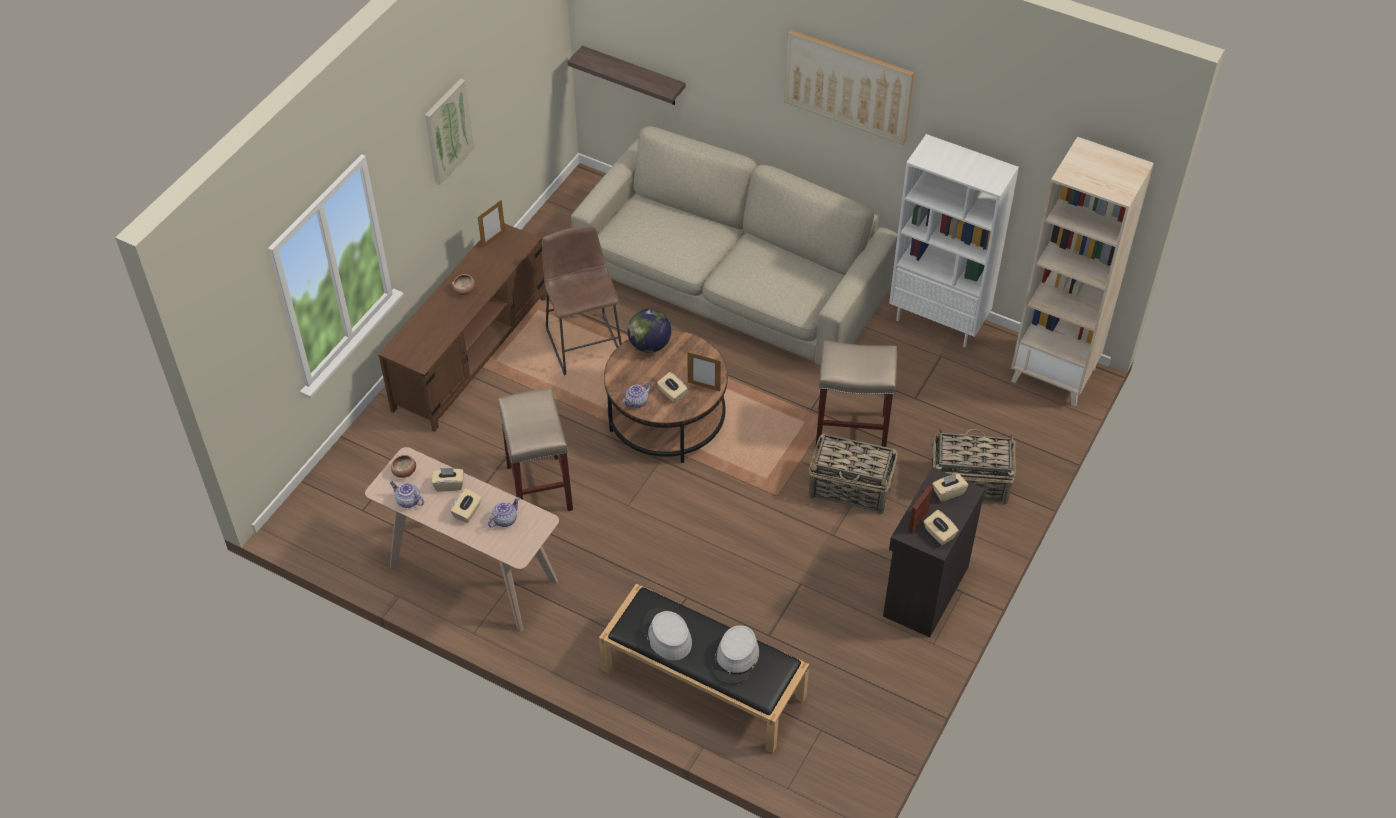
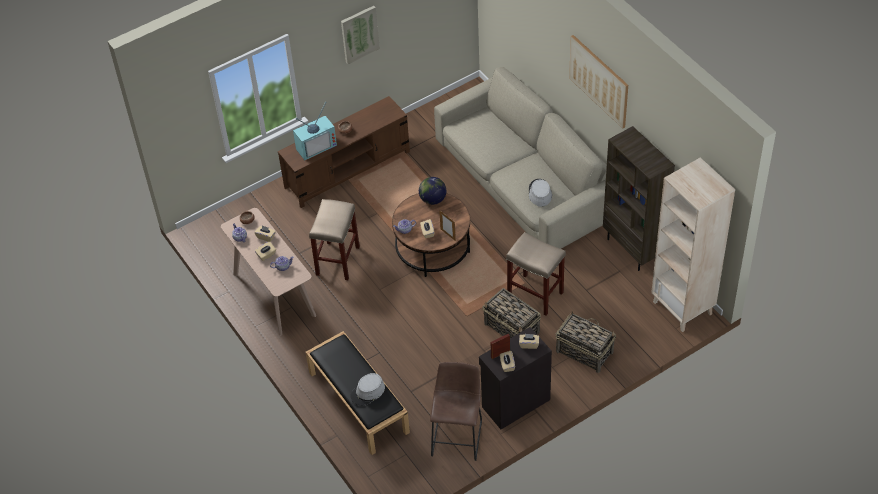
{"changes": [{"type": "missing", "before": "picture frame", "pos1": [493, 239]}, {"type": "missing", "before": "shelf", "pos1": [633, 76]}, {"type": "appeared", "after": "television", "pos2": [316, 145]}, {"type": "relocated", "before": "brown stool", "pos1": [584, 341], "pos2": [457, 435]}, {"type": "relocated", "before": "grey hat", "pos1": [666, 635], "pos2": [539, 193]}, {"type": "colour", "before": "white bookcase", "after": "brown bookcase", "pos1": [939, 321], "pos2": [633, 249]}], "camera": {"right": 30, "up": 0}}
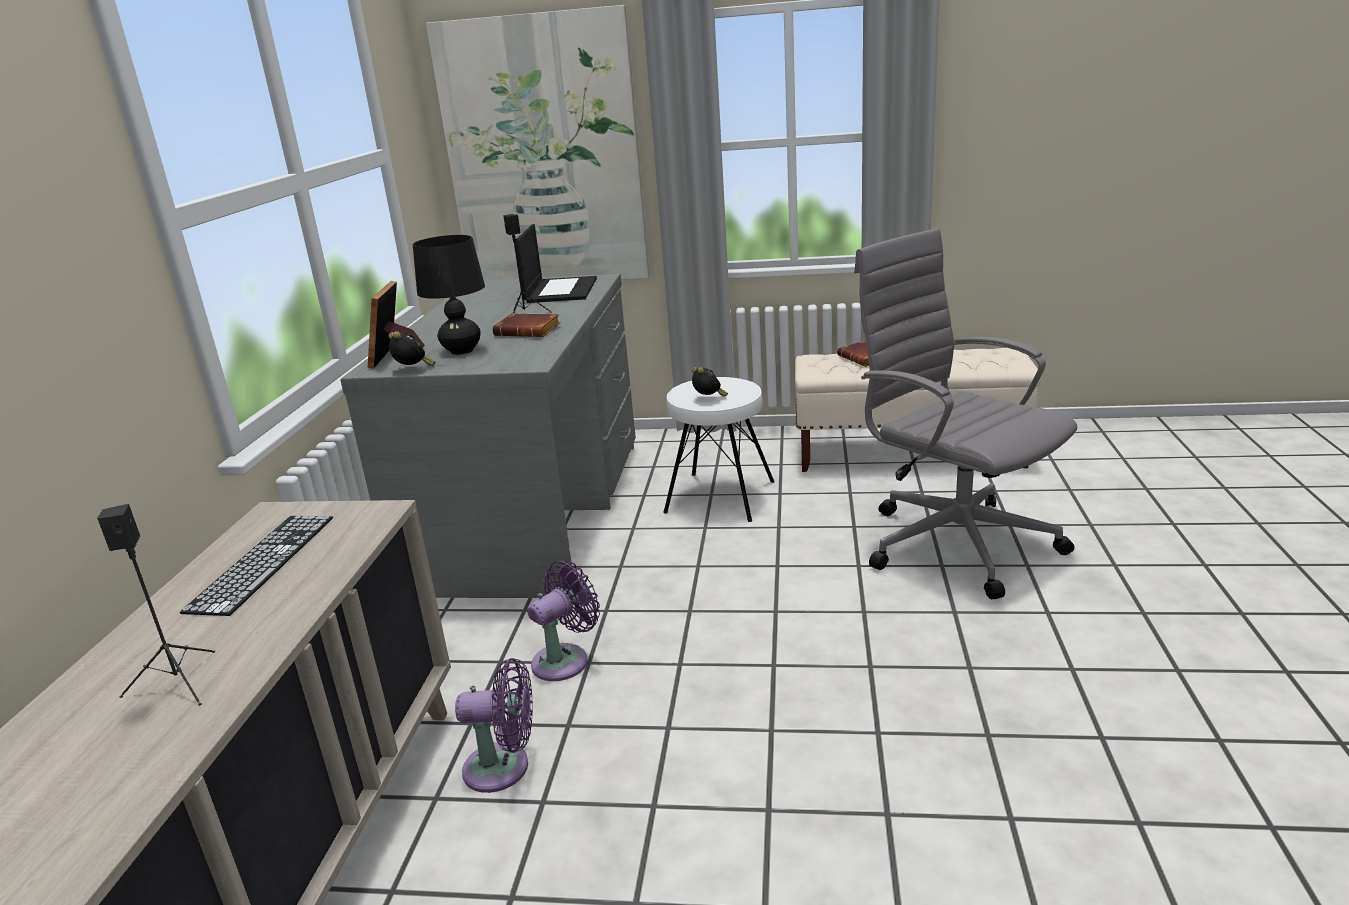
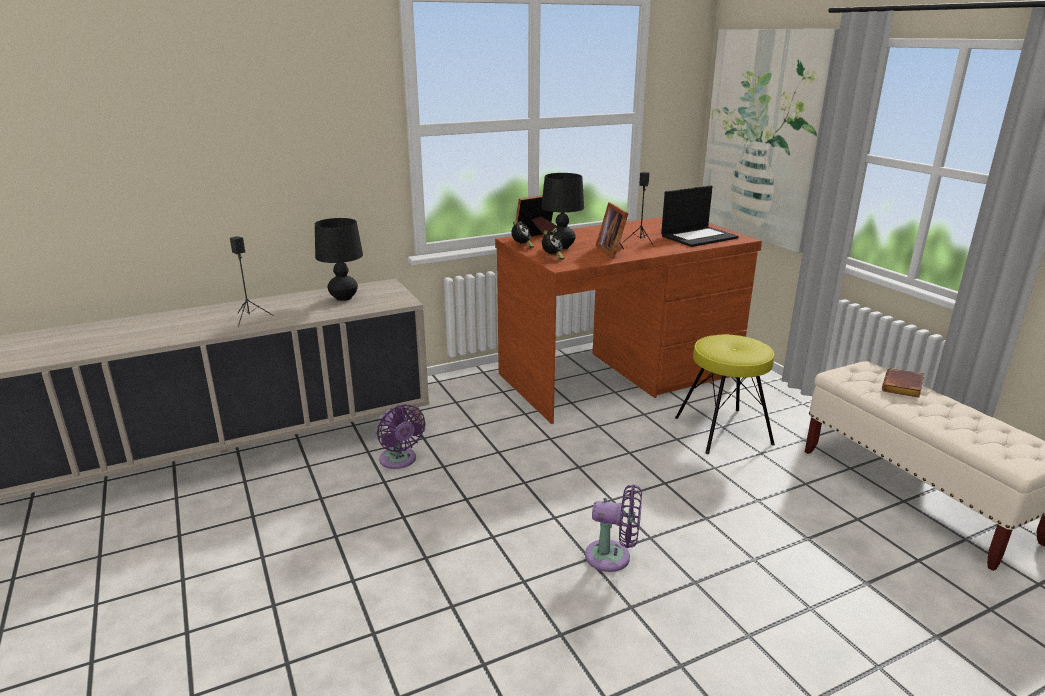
{"changes": [{"type": "missing", "before": "grey office chair", "pos1": [954, 542]}, {"type": "relocated", "before": "purple fan", "pos1": [565, 660], "pos2": [613, 557]}, {"type": "relocated", "before": "alarm clock", "pos1": [709, 399], "pos2": [552, 257]}, {"type": "exchanged", "before": "keyboard", "after": "black table lamp", "pos1": [263, 562], "pos2": [343, 298]}, {"type": "exchanged", "before": "brown book", "after": "picture frame", "pos1": [529, 331], "pos2": [613, 251]}, {"type": "colour", "before": "grey desk", "after": "brown desk", "pos1": [533, 512], "pos2": [620, 376]}, {"type": "colour", "before": "white stool", "after": "yellow stool", "pos1": [720, 497], "pos2": [722, 431]}], "camera": {"right": 55, "up": 0}}
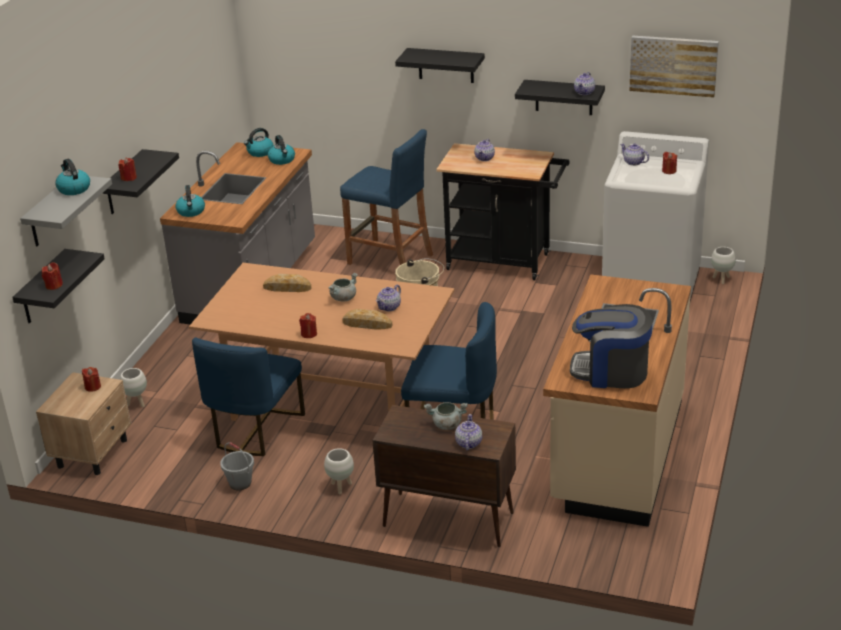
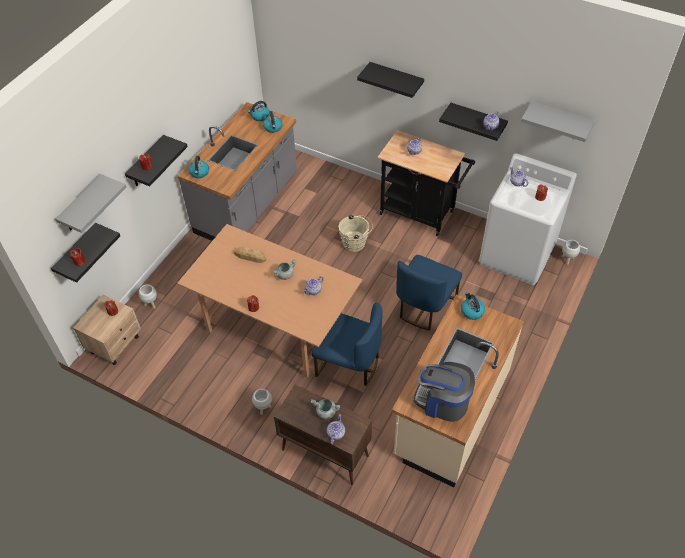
{"changes": [{"type": "missing", "before": "grey bucket", "pos1": [240, 483]}, {"type": "missing", "before": "blue stool", "pos1": [390, 259]}, {"type": "missing", "before": "bread", "pos1": [367, 324]}, {"type": "relocated", "before": "kettle", "pos1": [73, 189], "pos2": [471, 311]}, {"type": "relocated", "before": "blue chair", "pos1": [255, 430], "pos2": [424, 307]}, {"type": "exchanged", "before": "picture", "after": "grey shelf", "pos1": [673, 65], "pos2": [560, 120]}], "camera": {"right": 10, "up": 20}}
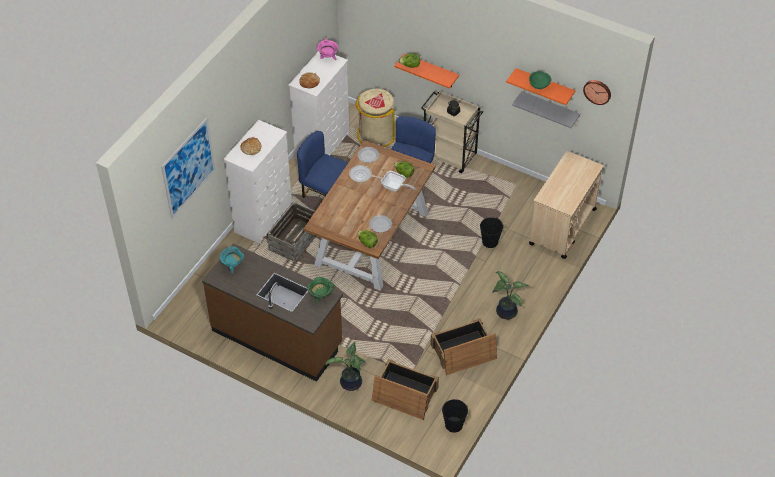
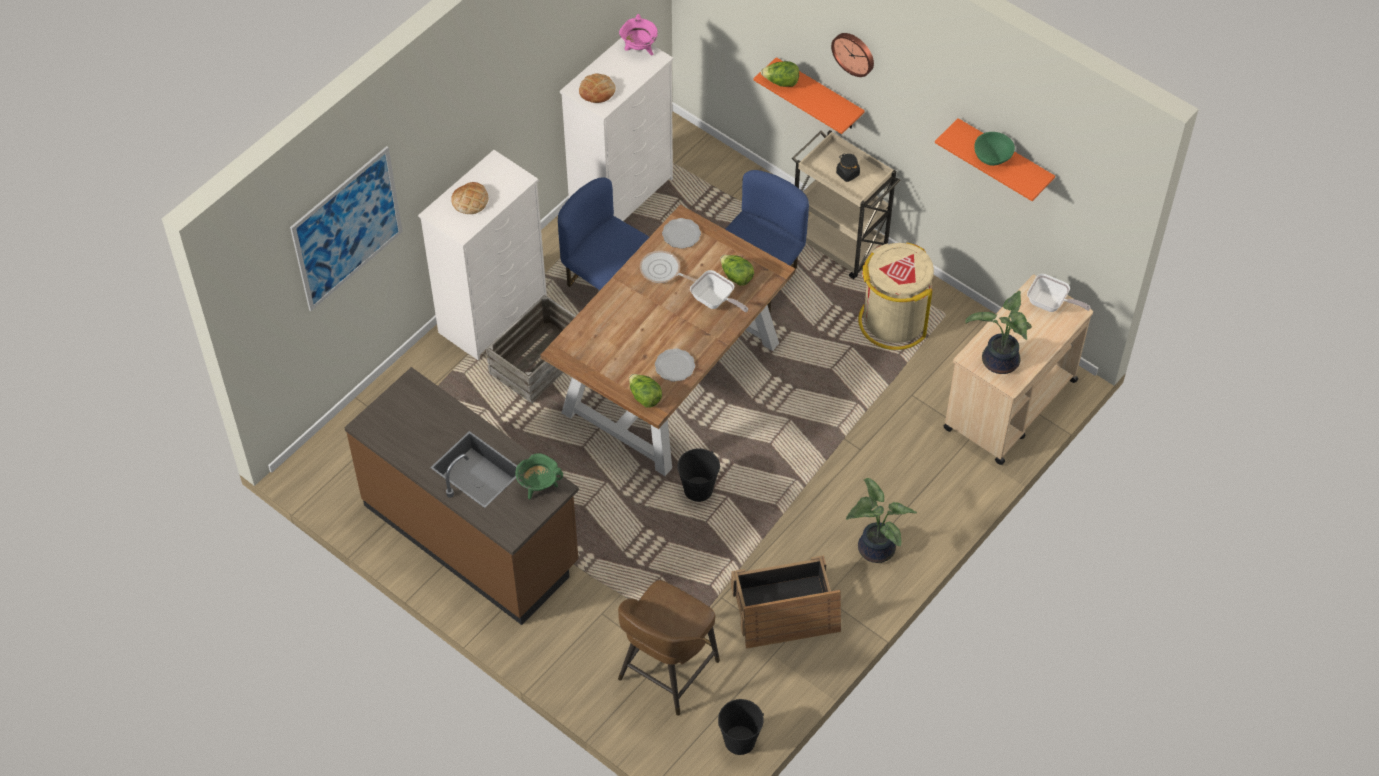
{"changes": [{"type": "missing", "before": "turquoise cooking pot", "pos1": [232, 266]}, {"type": "missing", "before": "grey shelf", "pos1": [549, 109]}, {"type": "appeared", "after": "frying pan", "pos2": [1050, 304]}, {"type": "relocated", "before": "potted plant", "pos1": [350, 384], "pos2": [999, 363]}, {"type": "relocated", "before": "beige trash can", "pos1": [375, 134], "pos2": [893, 321]}, {"type": "relocated", "before": "black bucket", "pos1": [489, 241], "pos2": [698, 490]}, {"type": "relocated", "before": "wall clock", "pos1": [597, 91], "pos2": [854, 53]}, {"type": "exchanged", "before": "crate", "after": "brown stool", "pos1": [404, 394], "pos2": [666, 672]}], "camera": {"right": 10, "up": 5}}
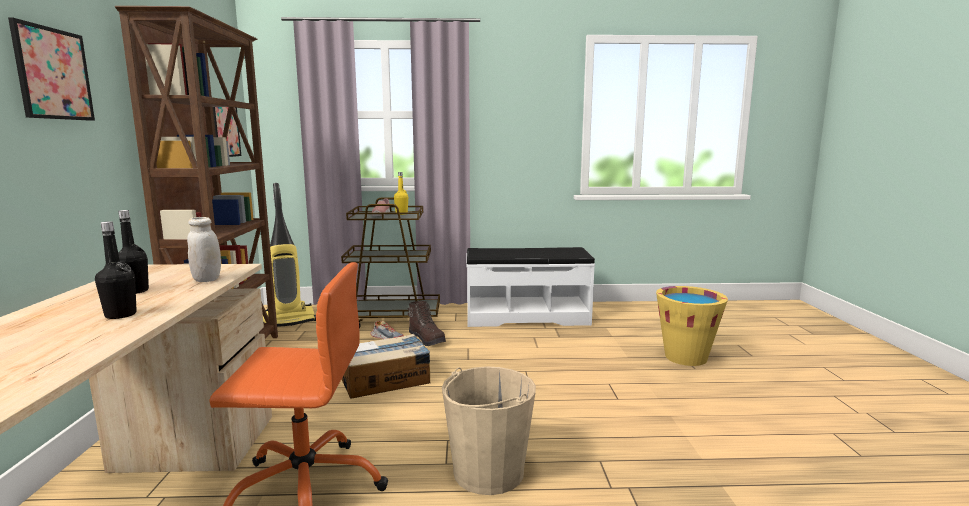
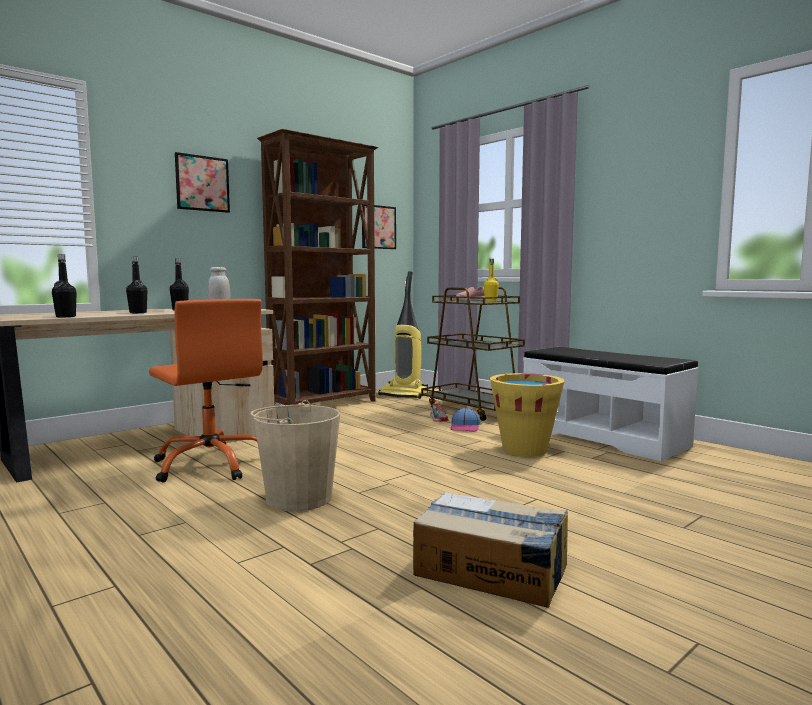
{"changes": [{"type": "appeared", "after": "black bottle", "pos2": [66, 316]}, {"type": "relocated", "before": "cardboard box", "pos1": [385, 380], "pos2": [491, 570]}, {"type": "relocated", "before": "yellow bucket", "pos1": [685, 357], "pos2": [524, 450]}, {"type": "exchanged", "before": "brown boot", "after": "cap", "pos1": [427, 339], "pos2": [465, 427]}], "camera": {"right": 50, "up": -5}}
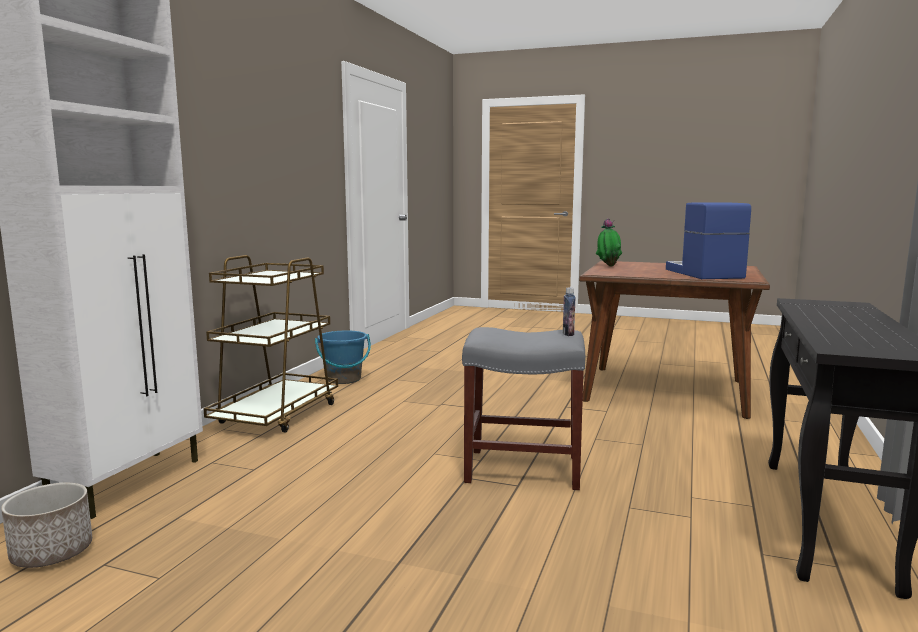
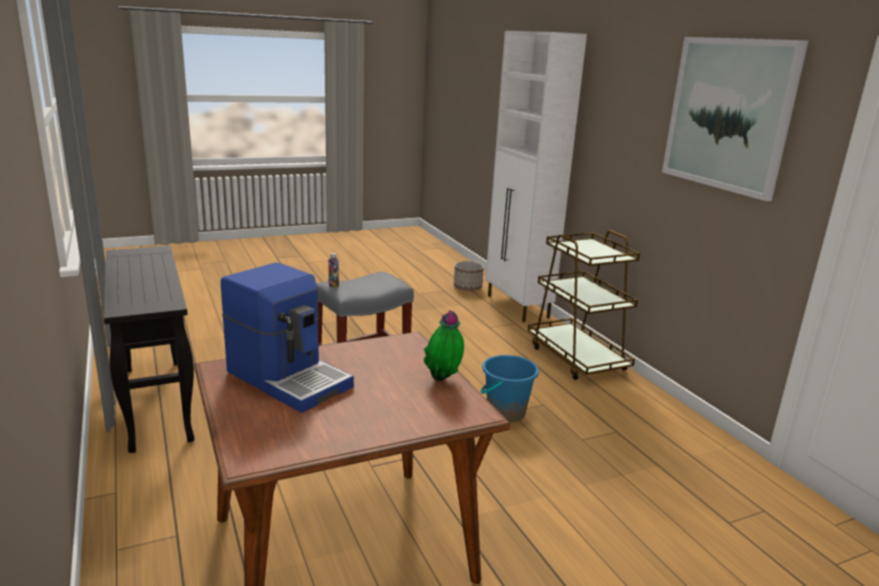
{"changes": [{"type": "appeared", "after": "picture", "pos2": [728, 114]}, {"type": "relocated", "before": "blue bucket", "pos1": [344, 379], "pos2": [505, 412]}], "camera": {"right": 135, "up": 10}}
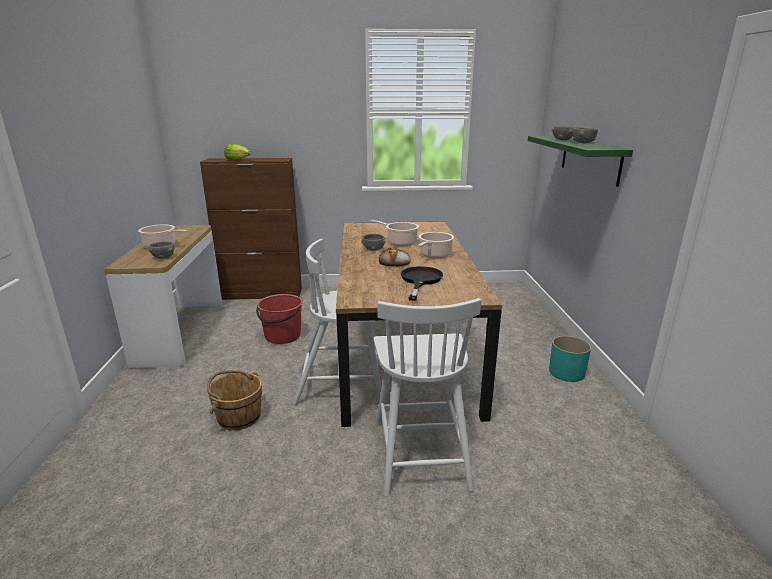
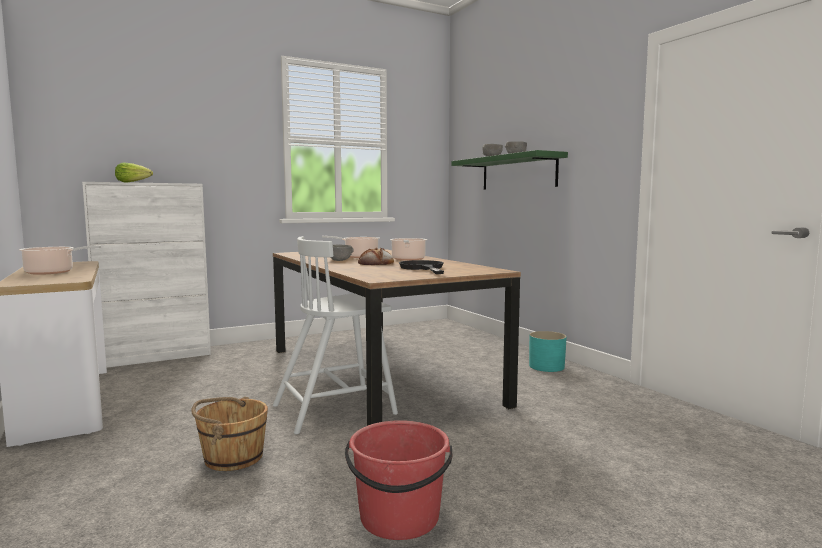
{"changes": [{"type": "missing", "before": "grey bowl", "pos1": [163, 257]}, {"type": "missing", "before": "white chair", "pos1": [420, 452]}, {"type": "relocated", "before": "red bucket", "pos1": [282, 336], "pos2": [399, 518]}, {"type": "colour", "before": "brown cabinet", "after": "white cabinet", "pos1": [262, 294], "pos2": [156, 357]}], "camera": {"right": -25, "up": -15}}
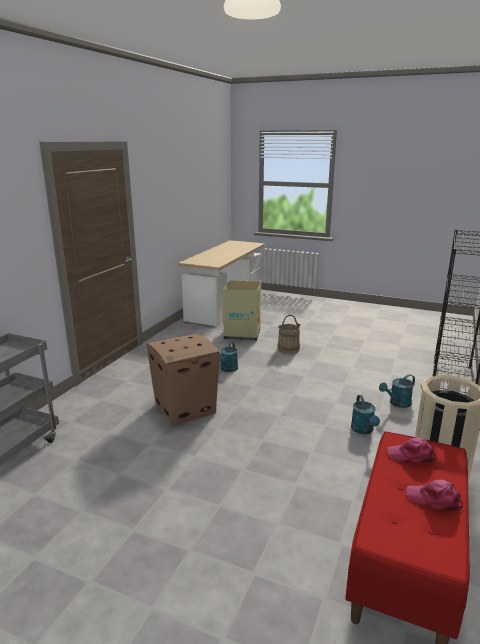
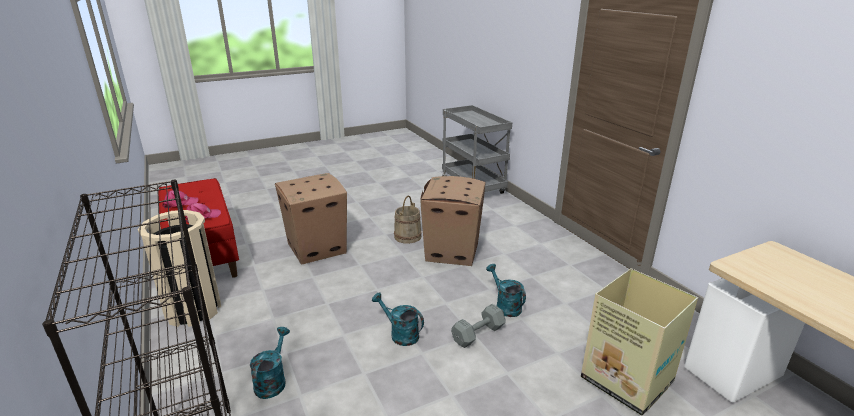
{"changes": [{"type": "appeared", "after": "cardboard box", "pos2": [316, 248]}, {"type": "appeared", "after": "grey dumbbell", "pos2": [477, 334]}, {"type": "relocated", "before": "beige bucket", "pos1": [288, 349], "pos2": [407, 236]}, {"type": "relocated", "before": "turquoise watering can", "pos1": [363, 430], "pos2": [400, 334]}], "camera": {"right": 130, "up": 5}}
